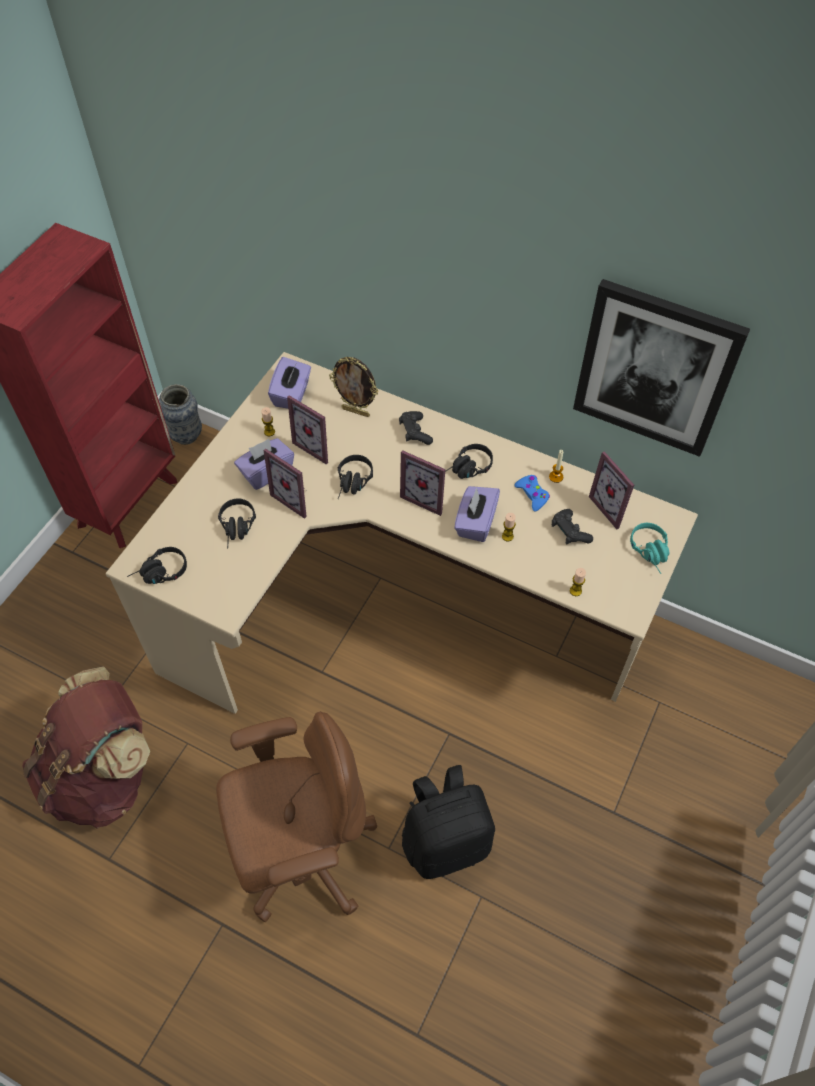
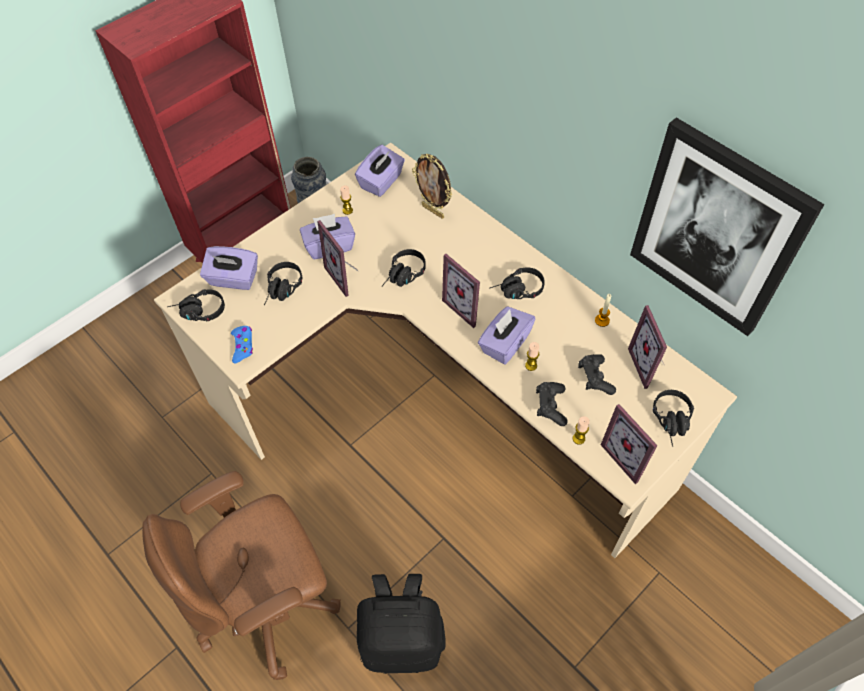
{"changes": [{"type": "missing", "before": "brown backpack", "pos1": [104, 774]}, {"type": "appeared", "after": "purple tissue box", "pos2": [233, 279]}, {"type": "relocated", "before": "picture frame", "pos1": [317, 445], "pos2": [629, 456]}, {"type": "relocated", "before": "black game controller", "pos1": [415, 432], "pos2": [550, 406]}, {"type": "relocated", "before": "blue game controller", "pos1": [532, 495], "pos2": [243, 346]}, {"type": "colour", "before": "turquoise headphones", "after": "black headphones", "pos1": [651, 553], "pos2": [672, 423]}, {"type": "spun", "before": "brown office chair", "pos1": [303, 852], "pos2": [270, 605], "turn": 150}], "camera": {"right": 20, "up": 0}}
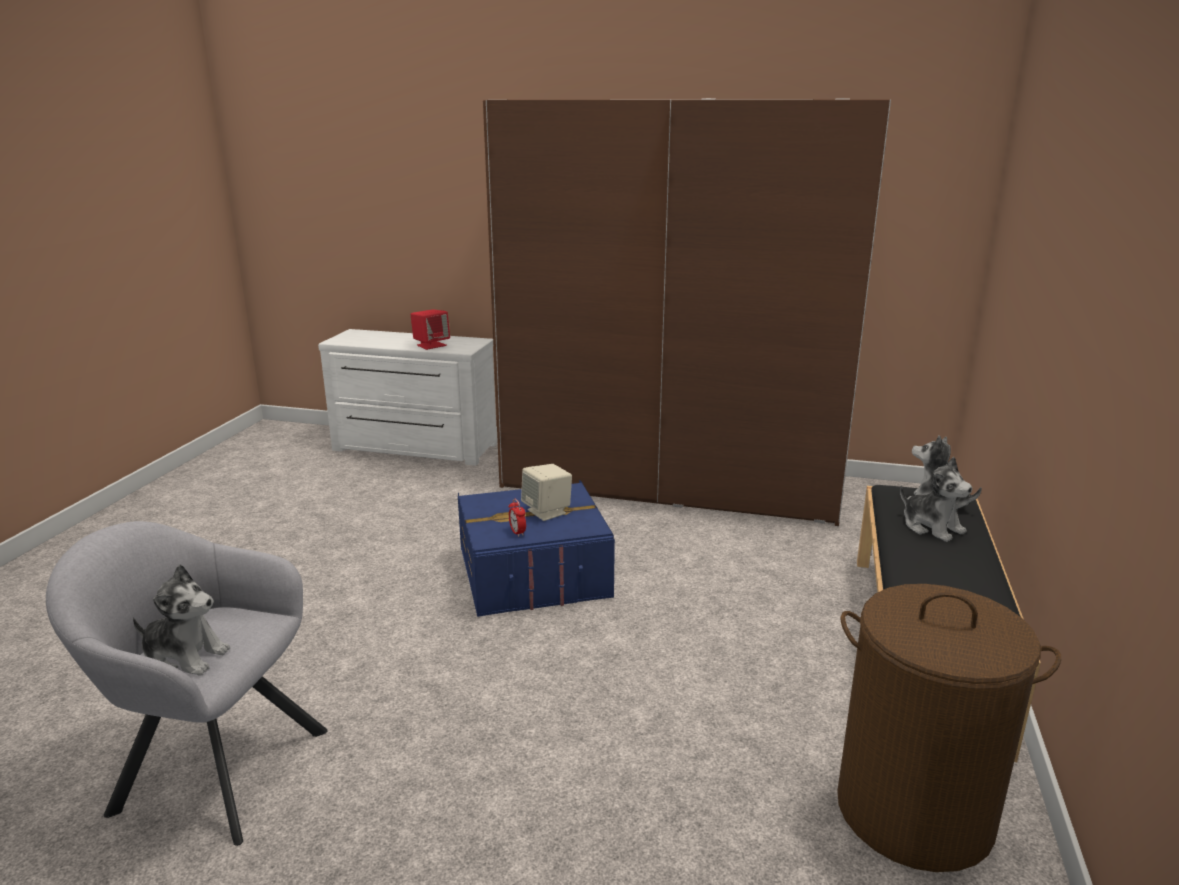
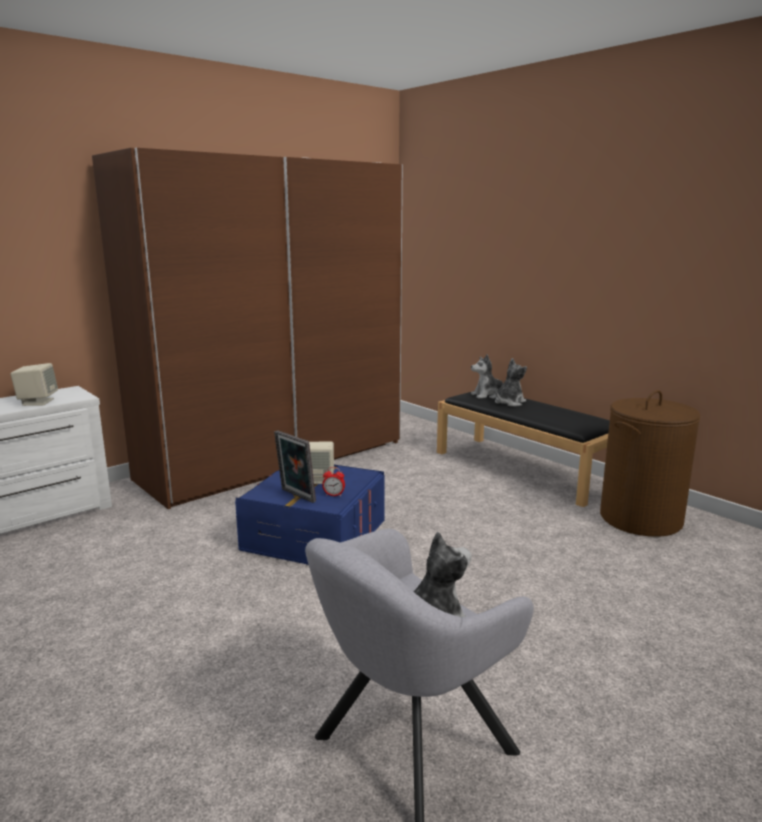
{"changes": [{"type": "appeared", "after": "picture frame", "pos2": [296, 496]}, {"type": "colour", "before": "red speaker", "after": "beige speaker", "pos1": [431, 345], "pos2": [37, 402]}, {"type": "spun", "before": "plush toy", "pos1": [931, 527], "pos2": [509, 403], "turn": -45}], "camera": {"right": -55, "up": -5}}
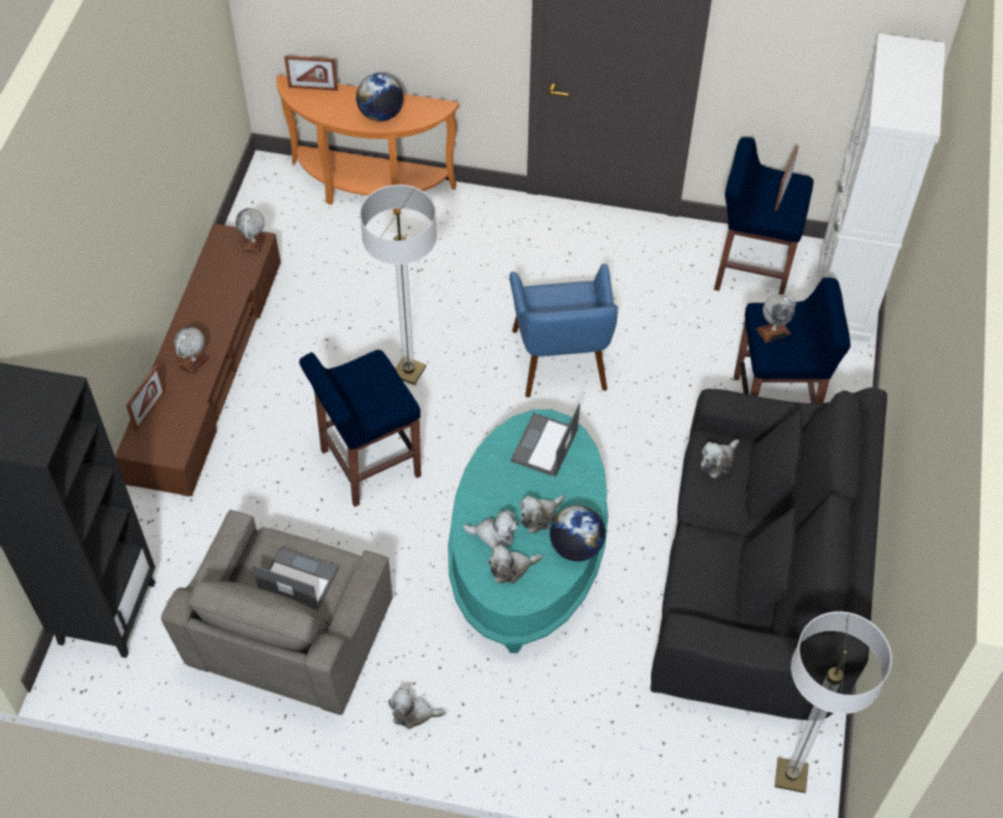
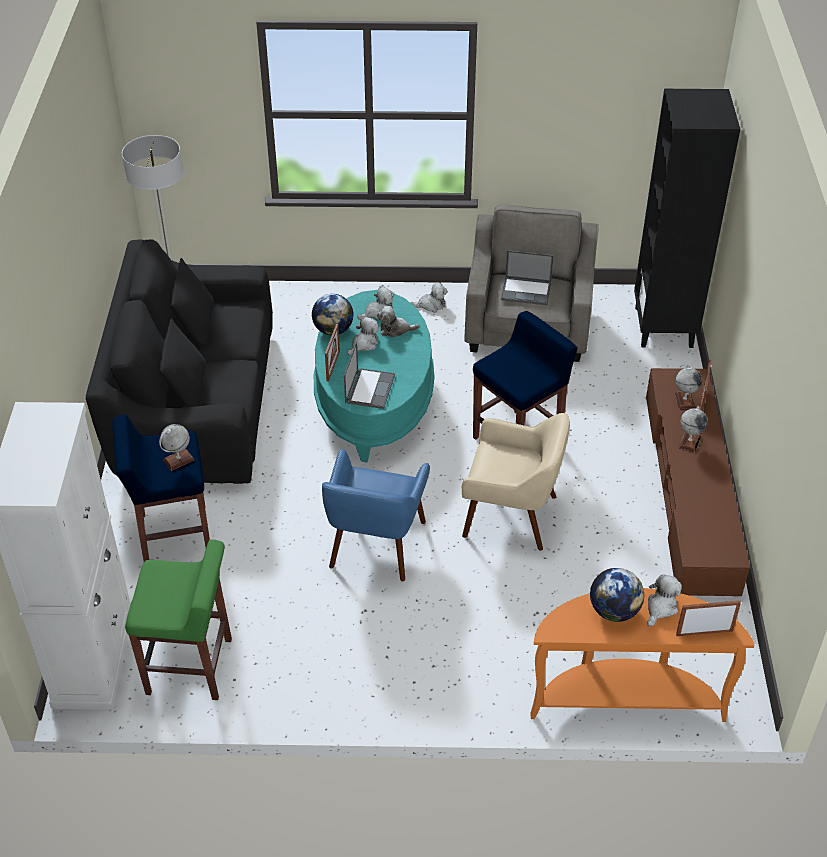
{"changes": [{"type": "relocated", "before": "globe", "pos1": [254, 243], "pos2": [684, 401]}, {"type": "relocated", "before": "plush toy", "pos1": [718, 461], "pos2": [661, 607]}, {"type": "relocated", "before": "picture frame", "pos1": [783, 193], "pos2": [333, 366]}, {"type": "exchanged", "before": "floor lamp", "after": "beige armchair", "pos1": [409, 371], "pos2": [511, 516]}, {"type": "colour", "before": "blue stool", "after": "green stool", "pos1": [751, 271], "pos2": [191, 667]}, {"type": "spun", "before": "blue armchair", "pos1": [560, 361], "pos2": [375, 545], "turn": -150}], "camera": {"right": 170, "up": -10}}
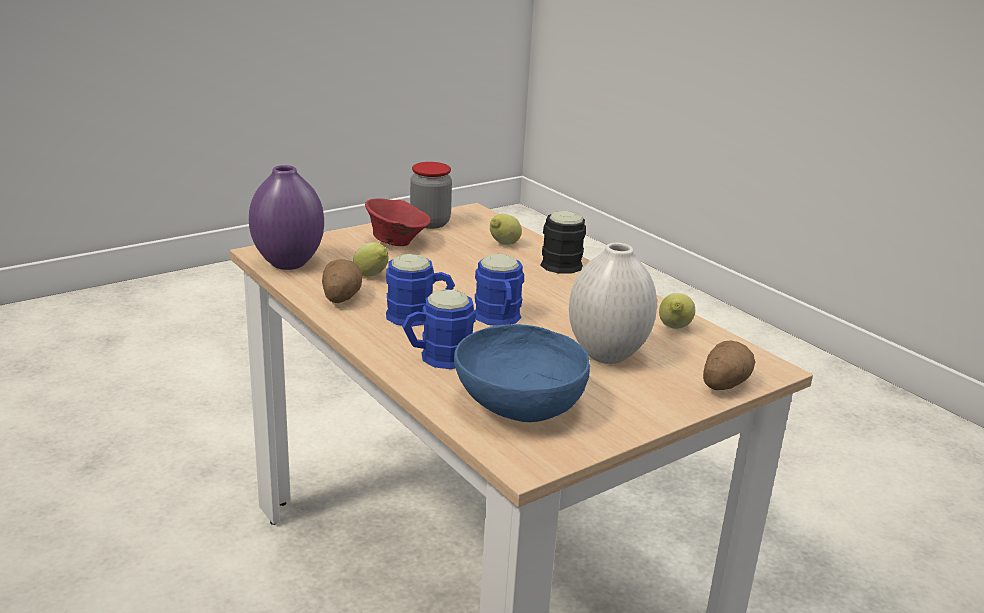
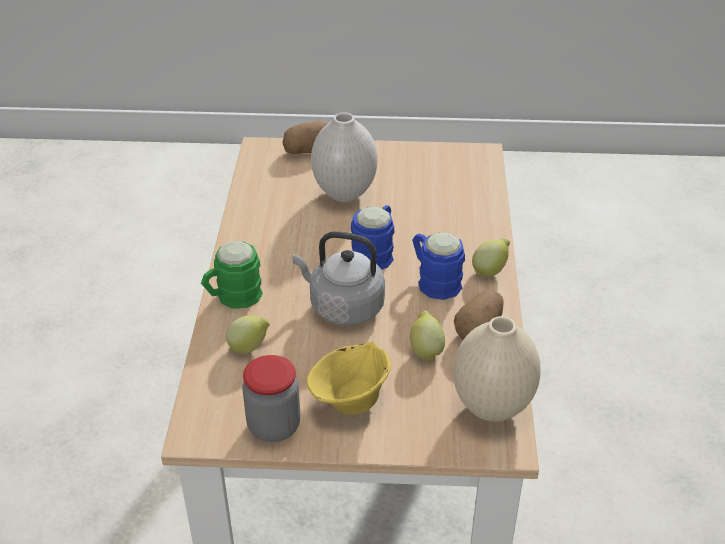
{"changes": [{"type": "missing", "before": "blue mug", "pos1": [437, 358]}, {"type": "missing", "before": "blue bowl", "pos1": [518, 404]}, {"type": "appeared", "after": "grey kettle", "pos2": [342, 307]}, {"type": "relocated", "before": "lemon", "pos1": [674, 329], "pos2": [490, 271]}, {"type": "colour", "before": "purple vase", "after": "beige vase", "pos1": [289, 264], "pos2": [490, 407]}, {"type": "colour", "before": "red bowl", "after": "yellow bowl", "pos1": [397, 242], "pos2": [349, 400]}, {"type": "colour", "before": "black mug", "after": "green mug", "pos1": [562, 262], "pos2": [232, 297]}], "camera": {"right": -140, "up": 15}}
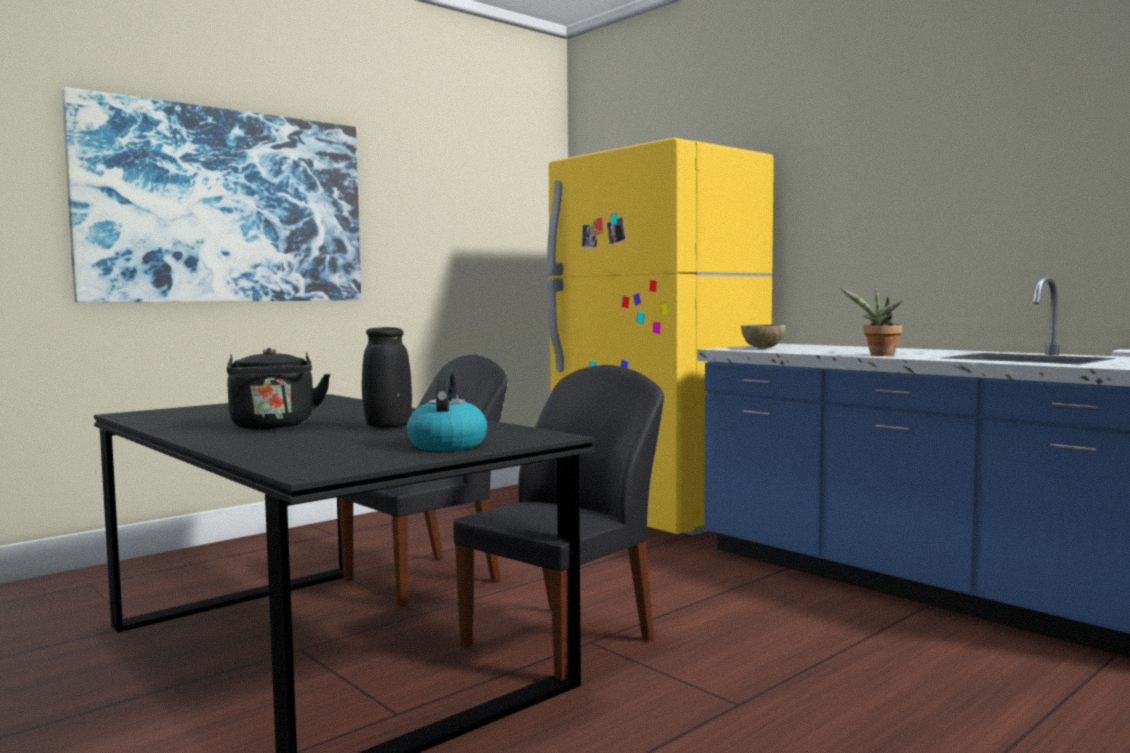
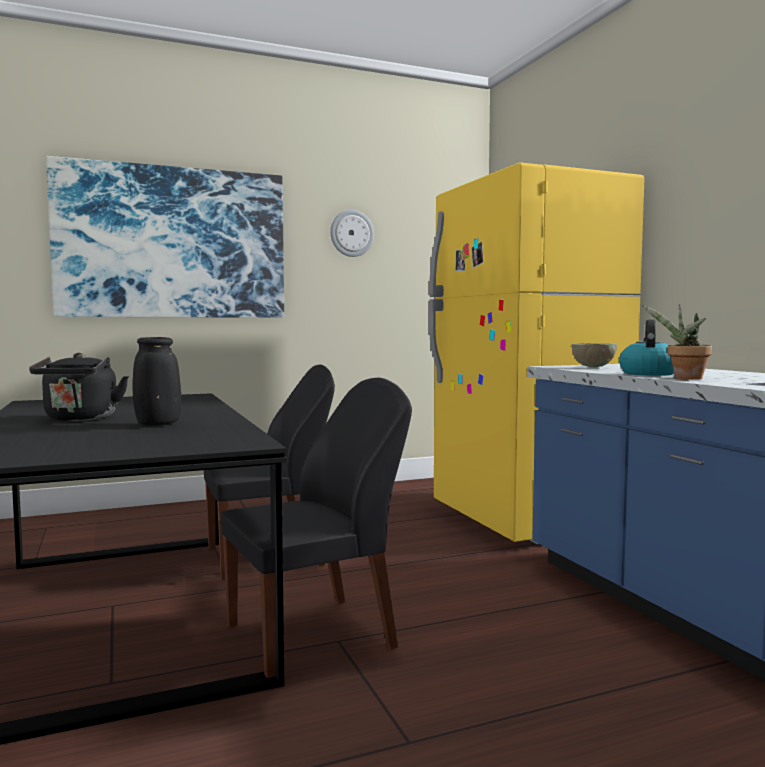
{"changes": [{"type": "appeared", "after": "wall clock", "pos2": [351, 233]}, {"type": "relocated", "before": "kettle", "pos1": [447, 445], "pos2": [648, 373]}], "camera": {"right": 20, "up": 0}}
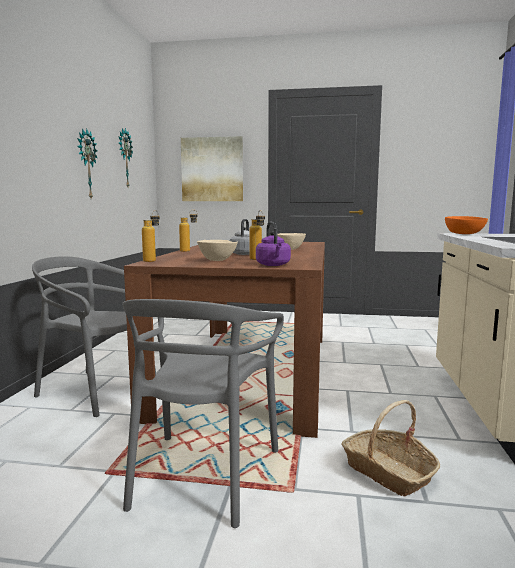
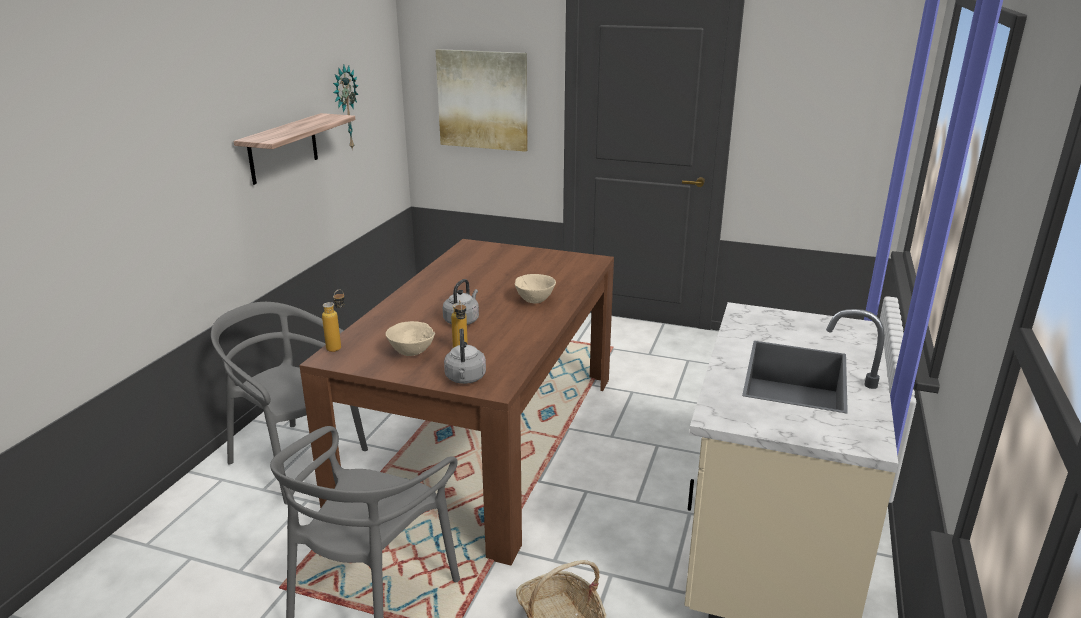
{"changes": [{"type": "missing", "before": "bottle", "pos1": [189, 251]}, {"type": "missing", "before": "orange bowl", "pos1": [463, 233]}, {"type": "exchanged", "before": "wall clock", "after": "shelf", "pos1": [86, 164], "pos2": [283, 148]}, {"type": "colour", "before": "purple kettle", "after": "grey kettle", "pos1": [273, 265], "pos2": [465, 379]}], "camera": {"right": 10, "up": 15}}
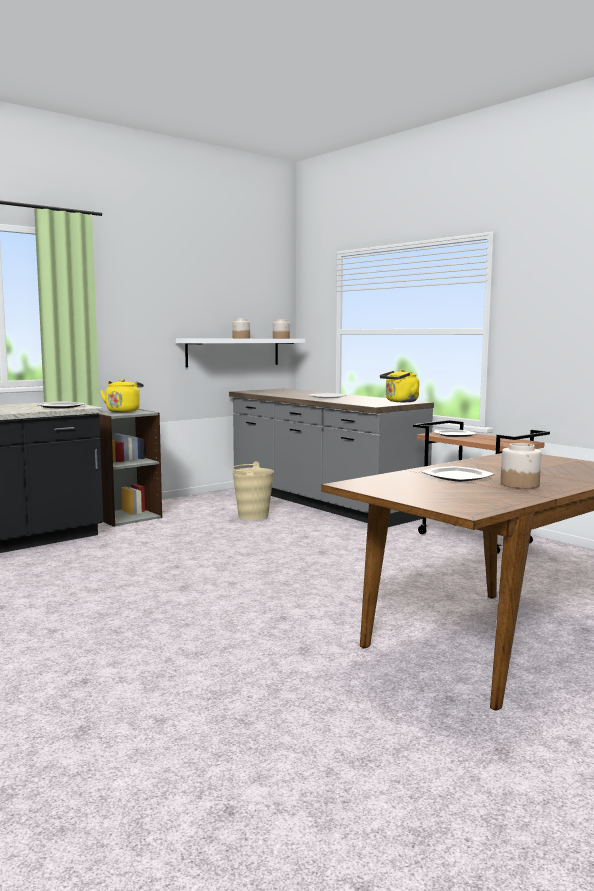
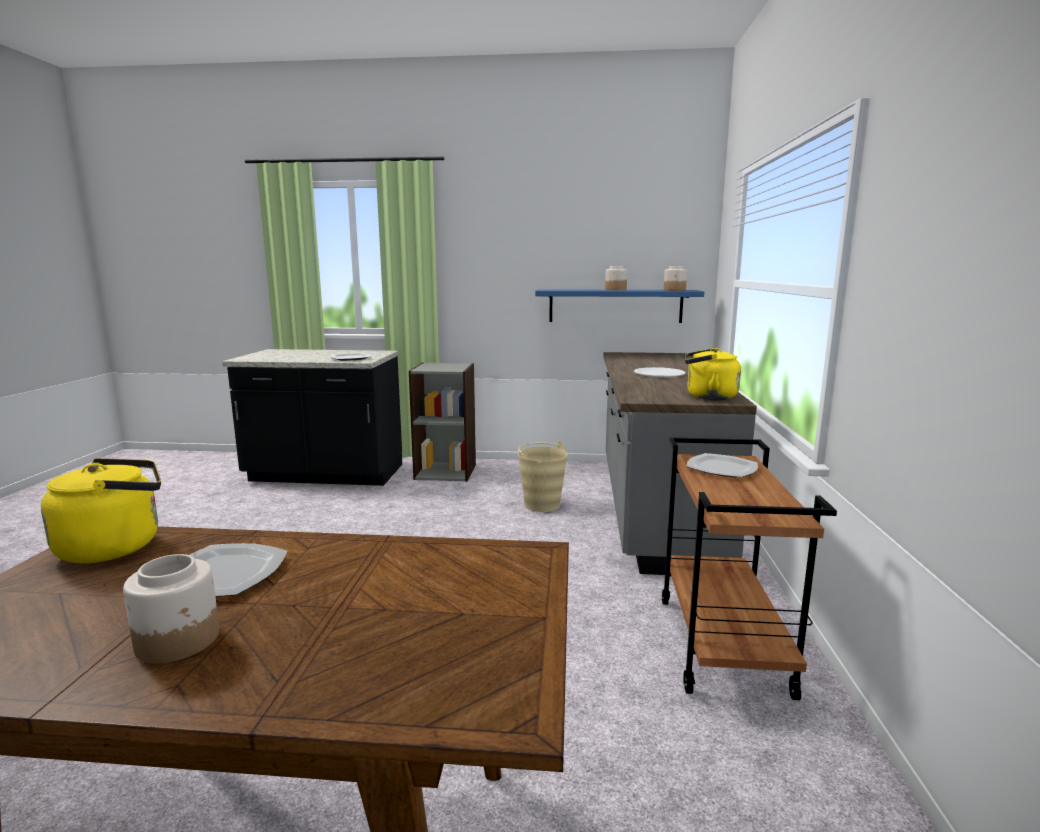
{"changes": [{"type": "relocated", "before": "yellow kettle", "pos1": [123, 411], "pos2": [117, 546]}, {"type": "colour", "before": "white shelf", "after": "blue shelf", "pos1": [233, 352], "pos2": [615, 306]}], "camera": {"right": 45, "up": 5}}
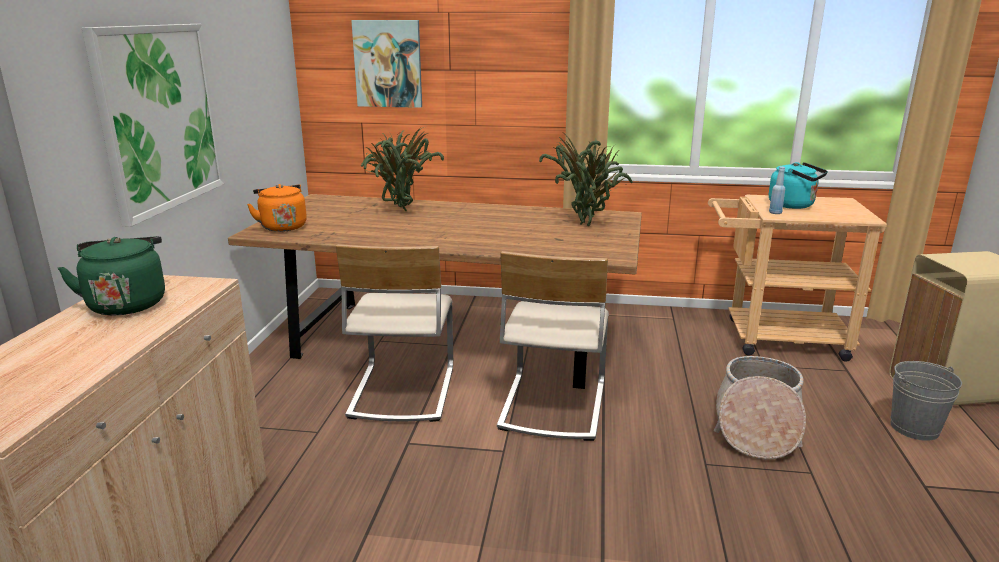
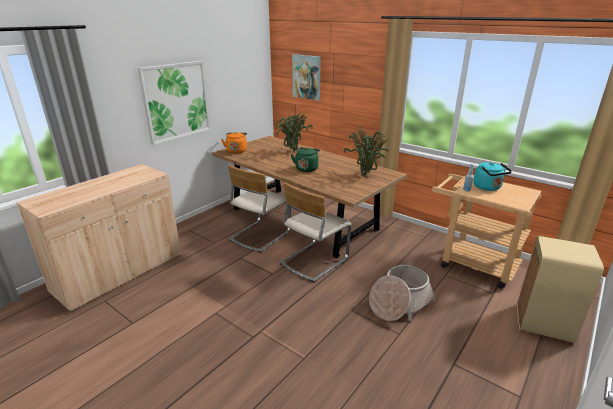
{"changes": [{"type": "missing", "before": "grey bucket", "pos1": [914, 428]}, {"type": "relocated", "before": "green kettle", "pos1": [127, 303], "pos2": [306, 168]}], "camera": {"right": 30, "up": 5}}
